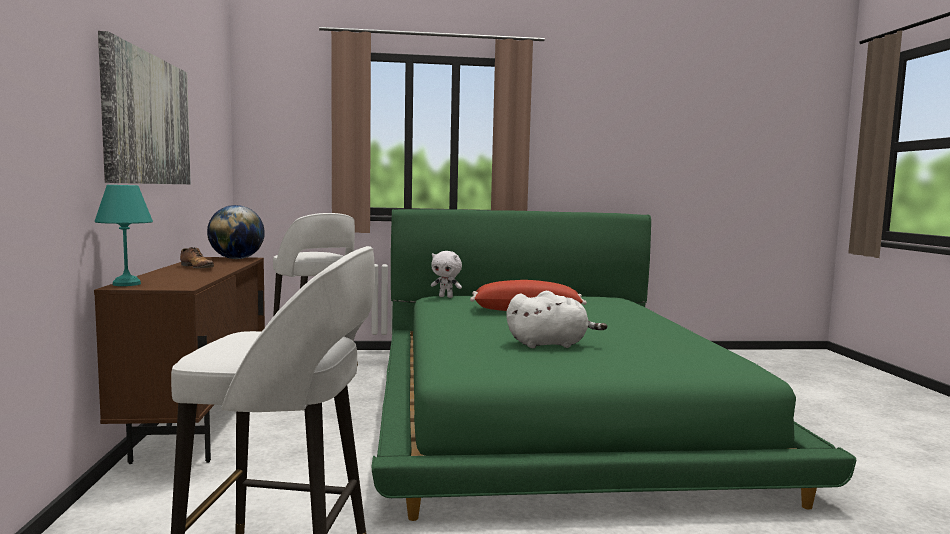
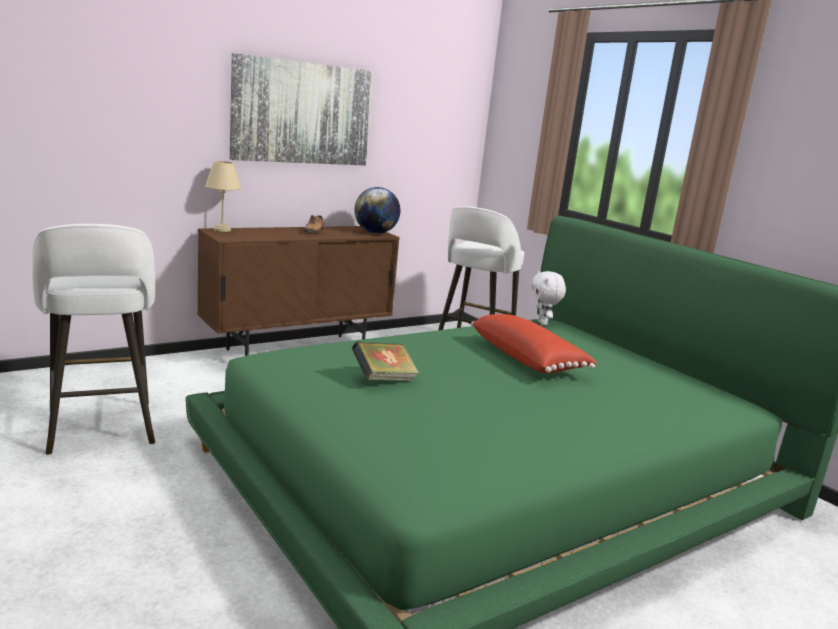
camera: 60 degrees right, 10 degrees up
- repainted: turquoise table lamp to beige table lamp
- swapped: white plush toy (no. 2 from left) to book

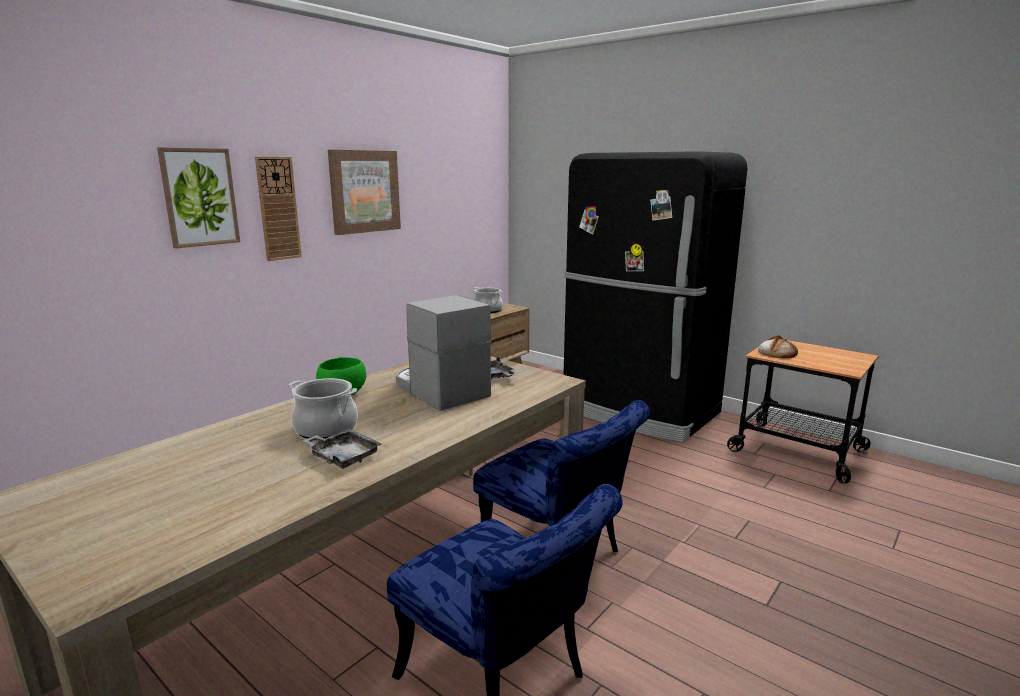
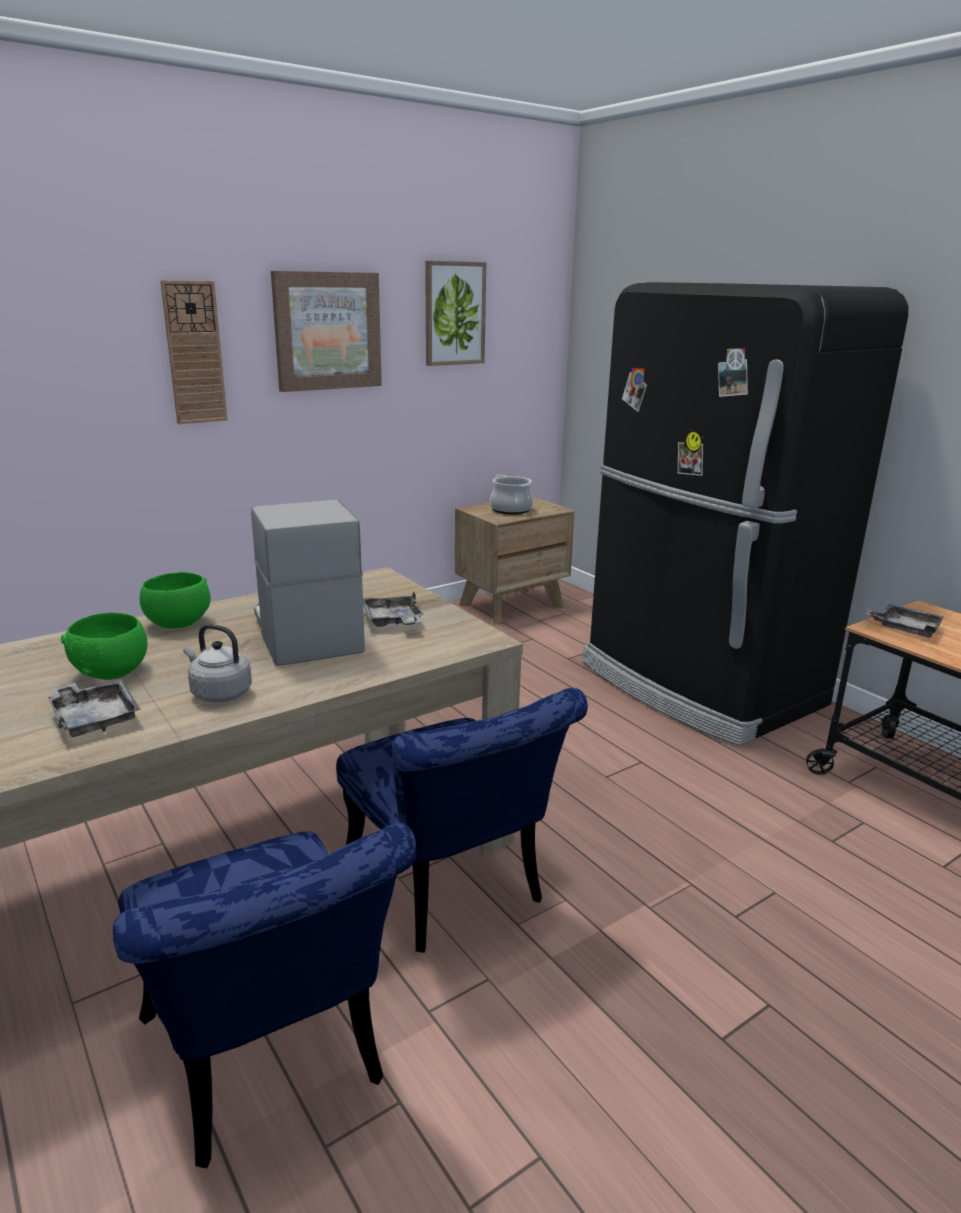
camera: 15 degrees right, 5 degrees up
- swapped: cooking pot (no. 1 from left) to green bowl (no. 1 from left)
- new: grey kettle
- shifted: picture (no. 1 from left in the first image) to picture (no. 2 from left)
- swapped: bread to grey tray (no. 3 from left)

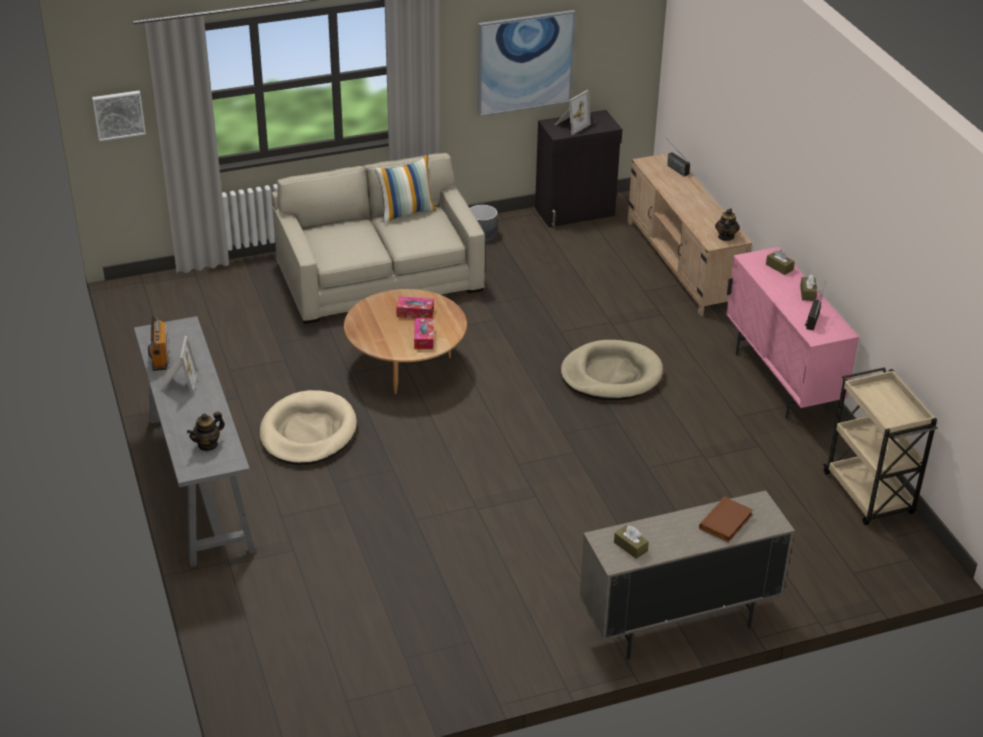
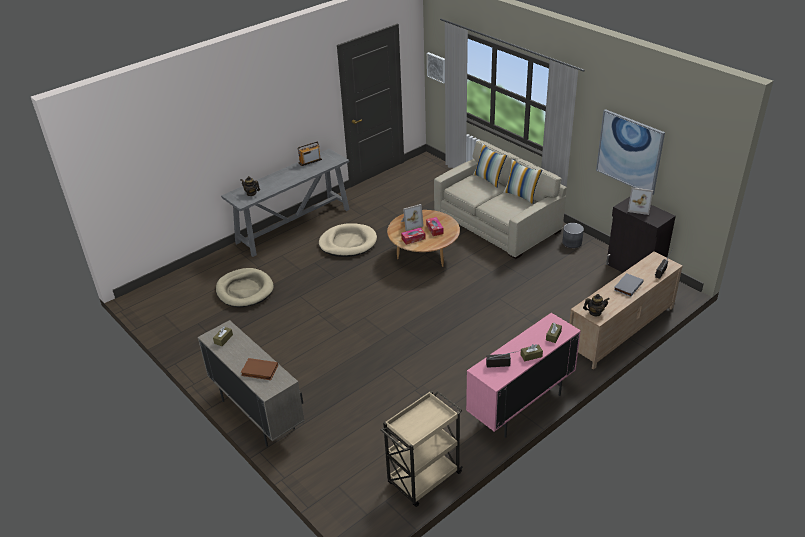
camera: 70 degrees right, 0 degrees up
- shifted: beige dog bed (no. 2 from left in the first image) to beige dog bed (no. 1 from left)
- shifted: picture frame (no. 1 from left)
- new: pillow (no. 1 from left)
- new: grey book

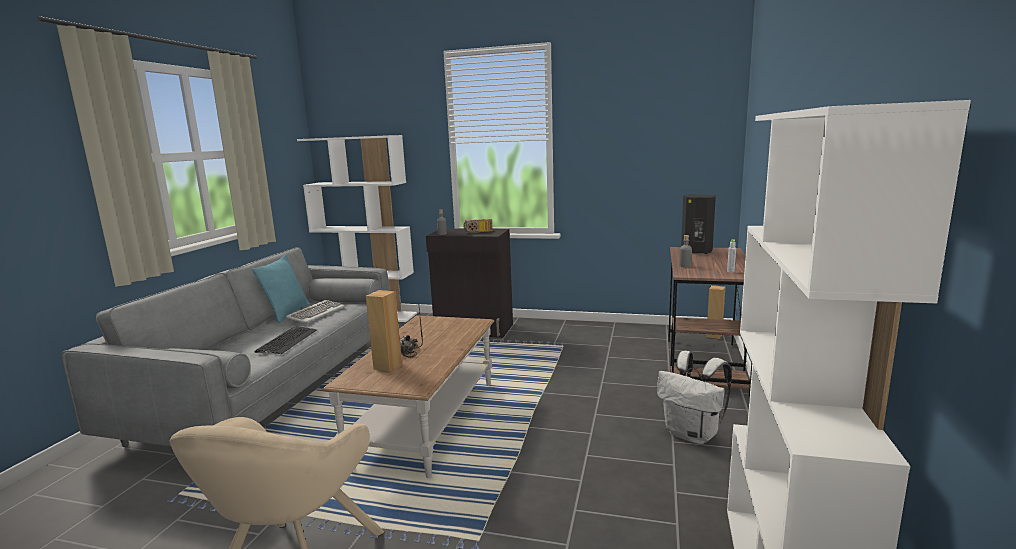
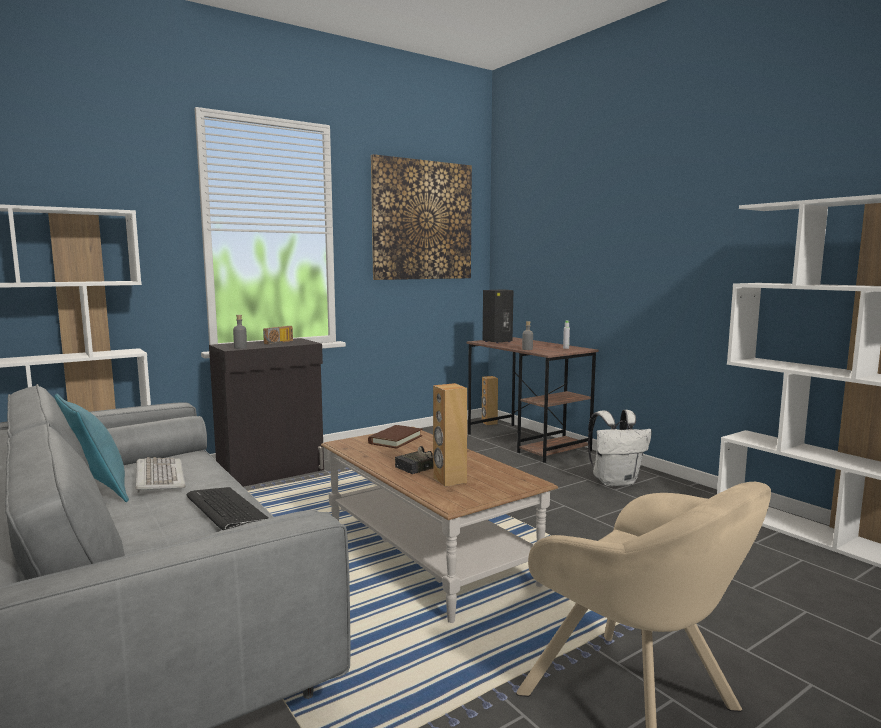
camera: 50 degrees left, 5 degrees down
- new: brown book
- new: picture

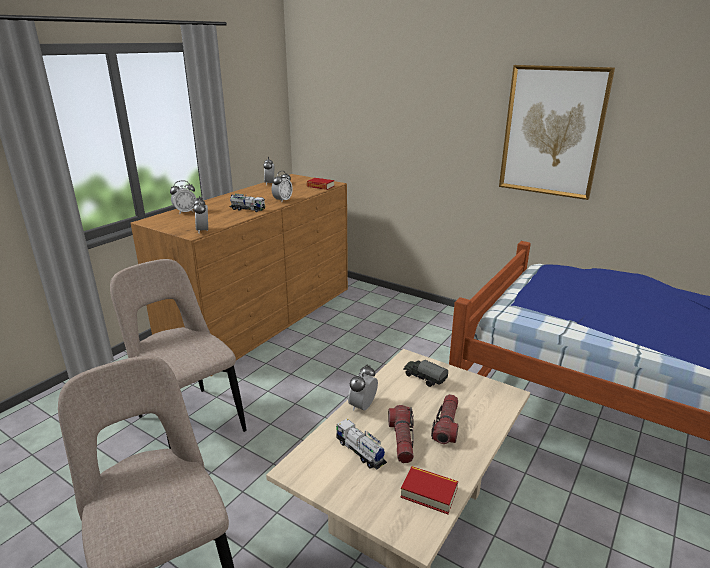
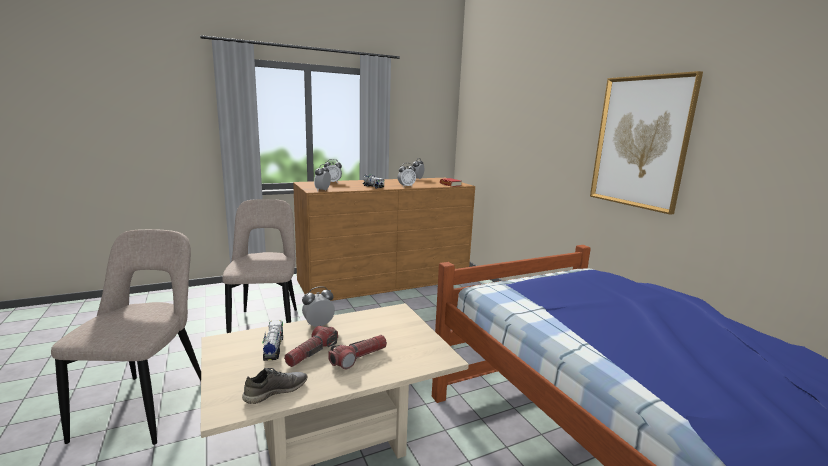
camera: 30 degrees right, 10 degrees down
- swapped: book (no. 2 from left) to grey shoe
- gone: toy truck (no. 3 from left)

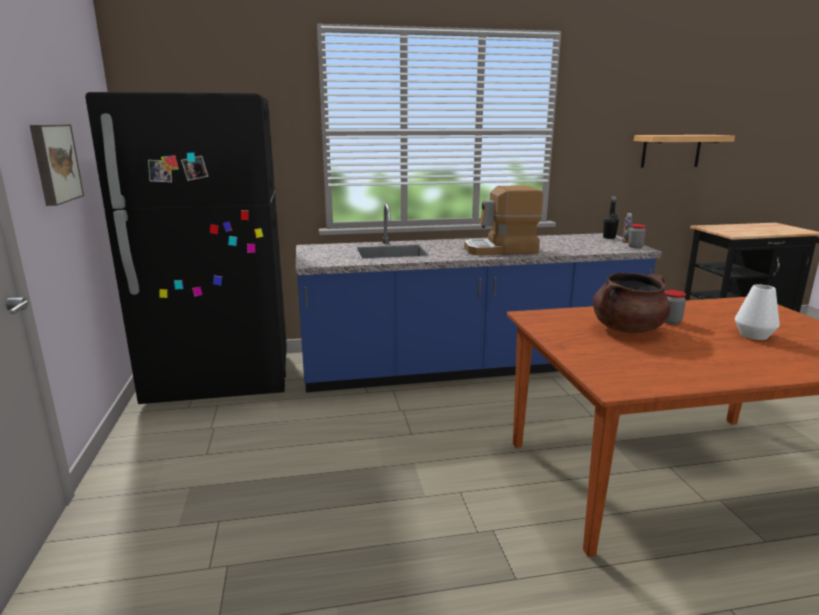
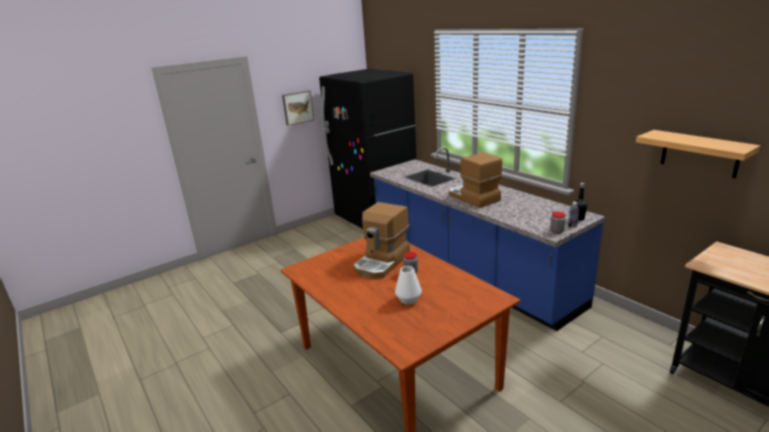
camera: 65 degrees right, 5 degrees up
- swapped: brown cooking pot to coffee machine (no. 1 from left)

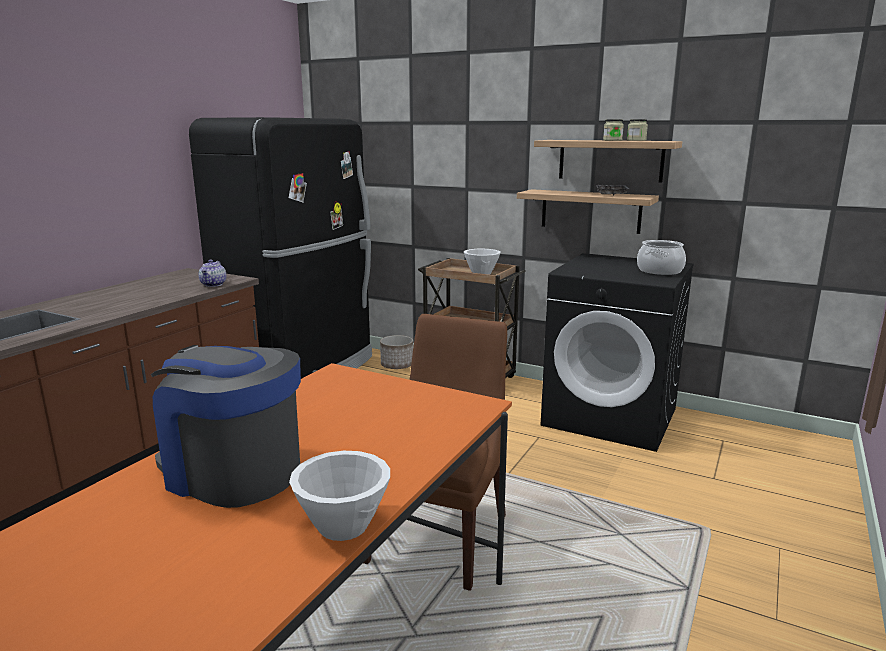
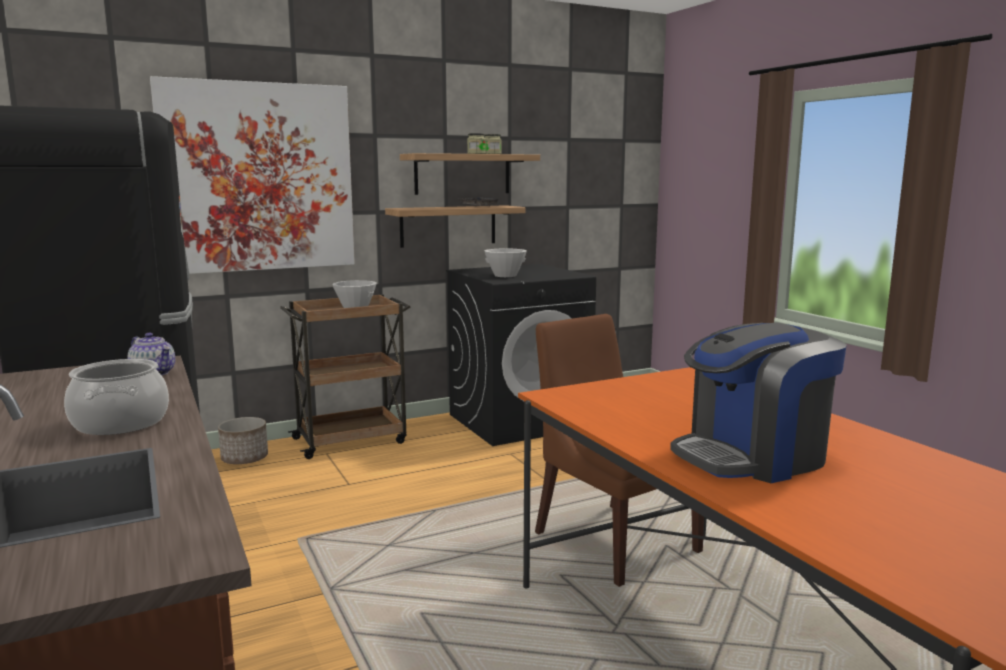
camera: 55 degrees left, 5 degrees down
- shifted: cooking pot
- new: picture
- shifted: white bowl (no. 1 from left in the first image) to white bowl (no. 2 from left)

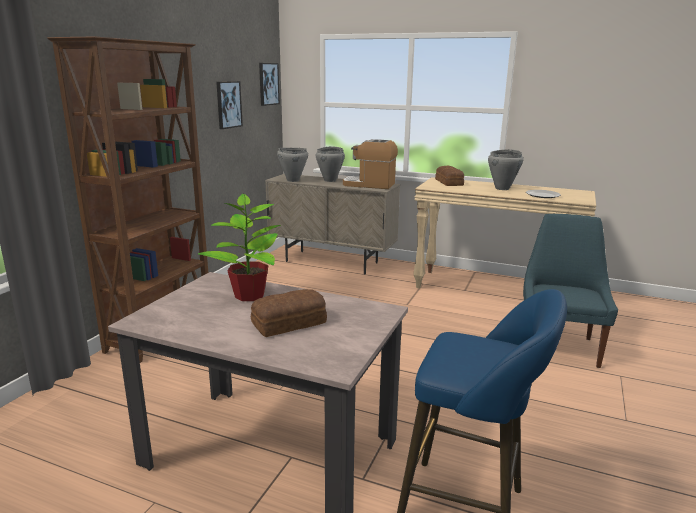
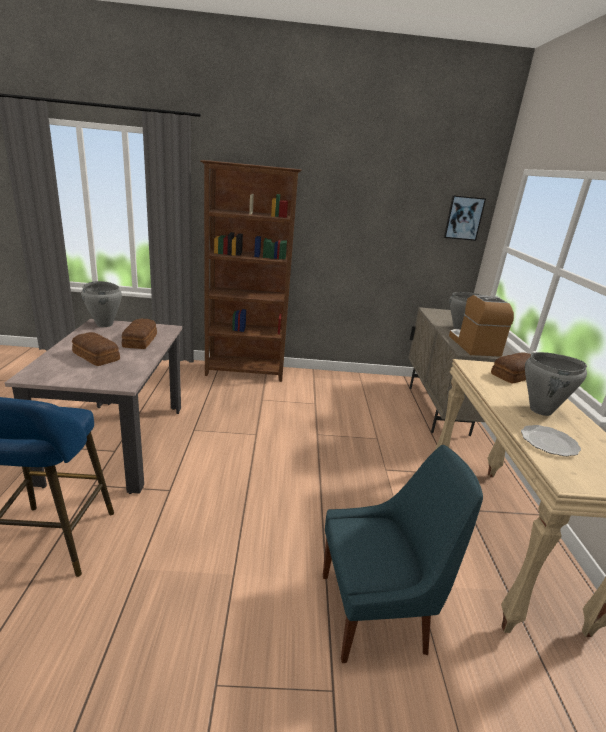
camera: 65 degrees right, 5 degrees up
- shifted: grey cooking pot (no. 1 from left)
- swapped: potted plant to bread (no. 2 from left)
- gone: picture (no. 1 from left)

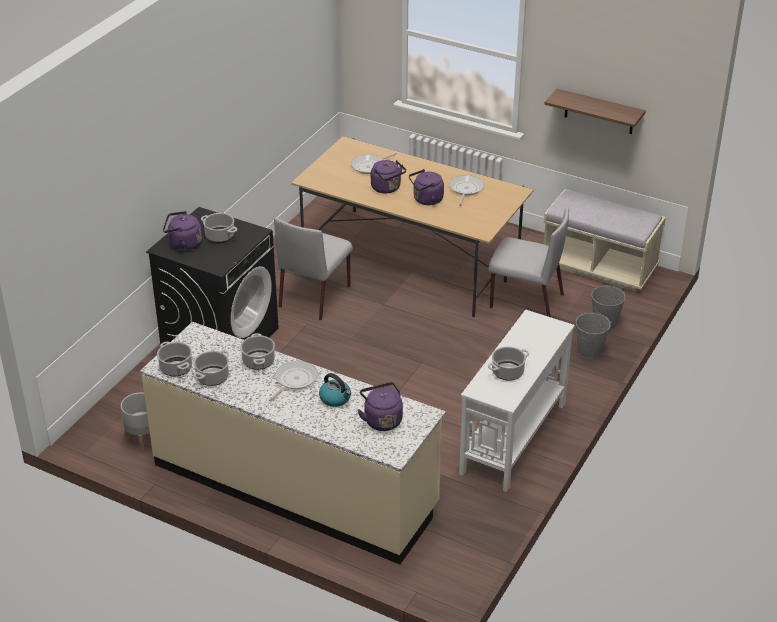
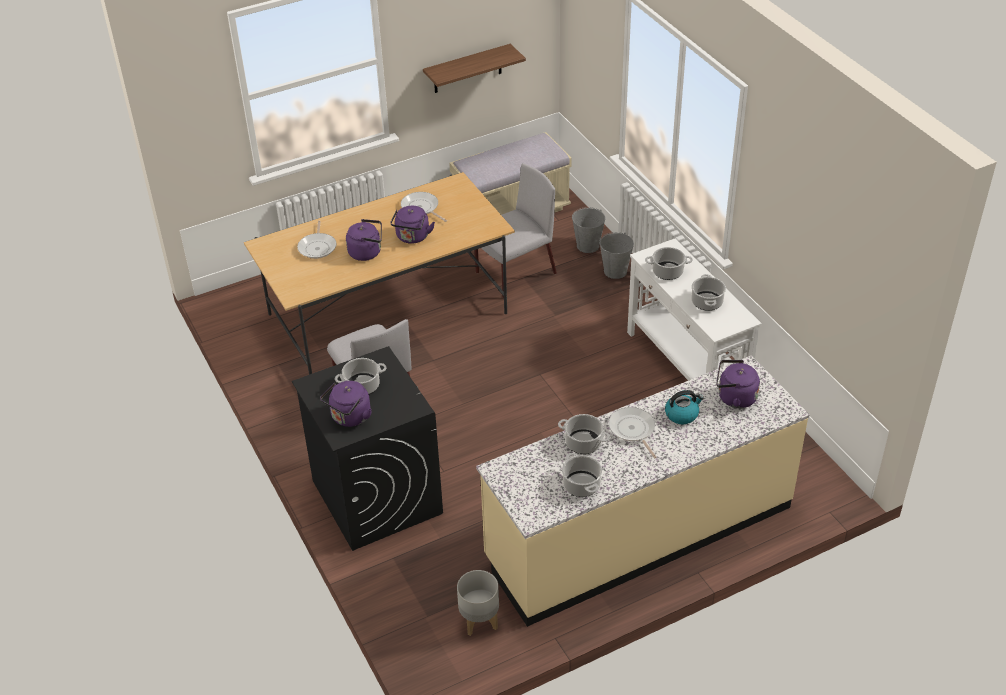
camera: 55 degrees left, 5 degrees up
- shifted: cooking pot (no. 1 from left in the first image) to cooking pot (no. 4 from left)

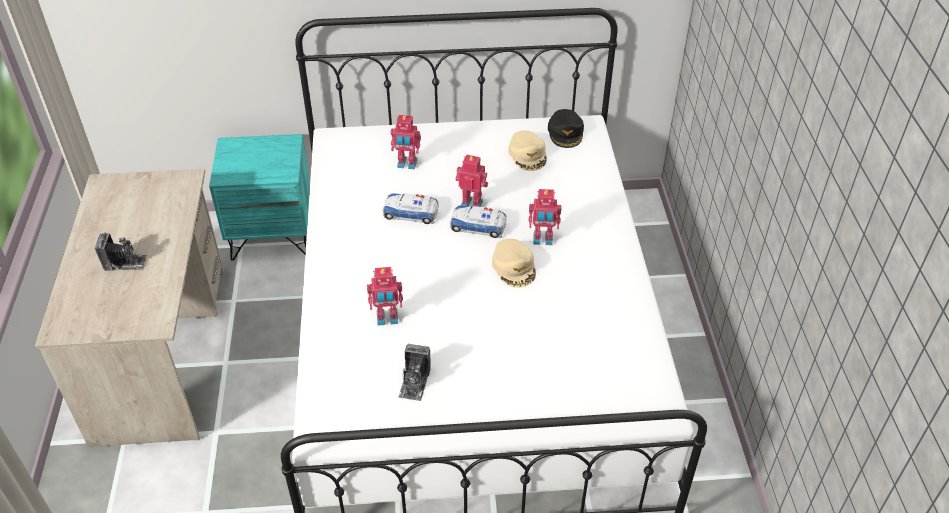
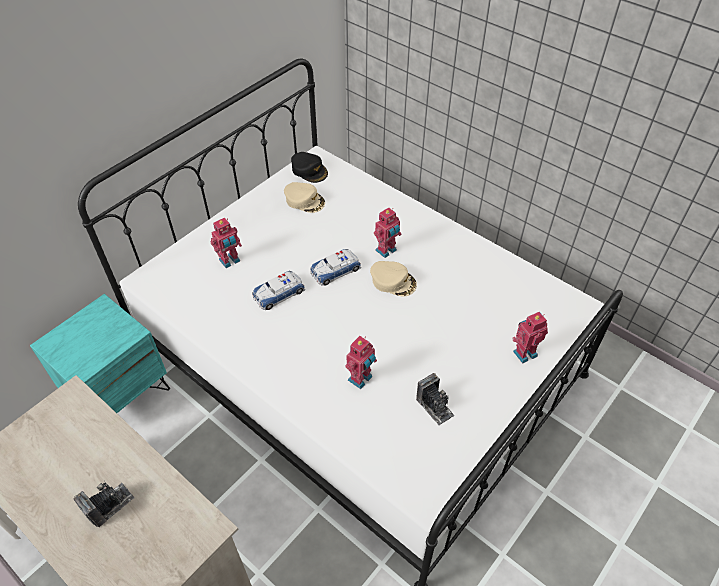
camera: 45 degrees left, 5 degrees up
- shifted: toy robot (no. 3 from left in the first image) to toy robot (no. 4 from left)

